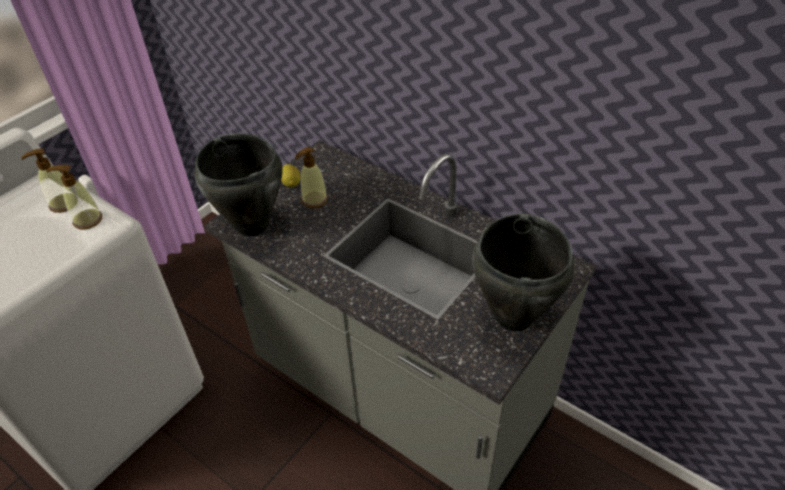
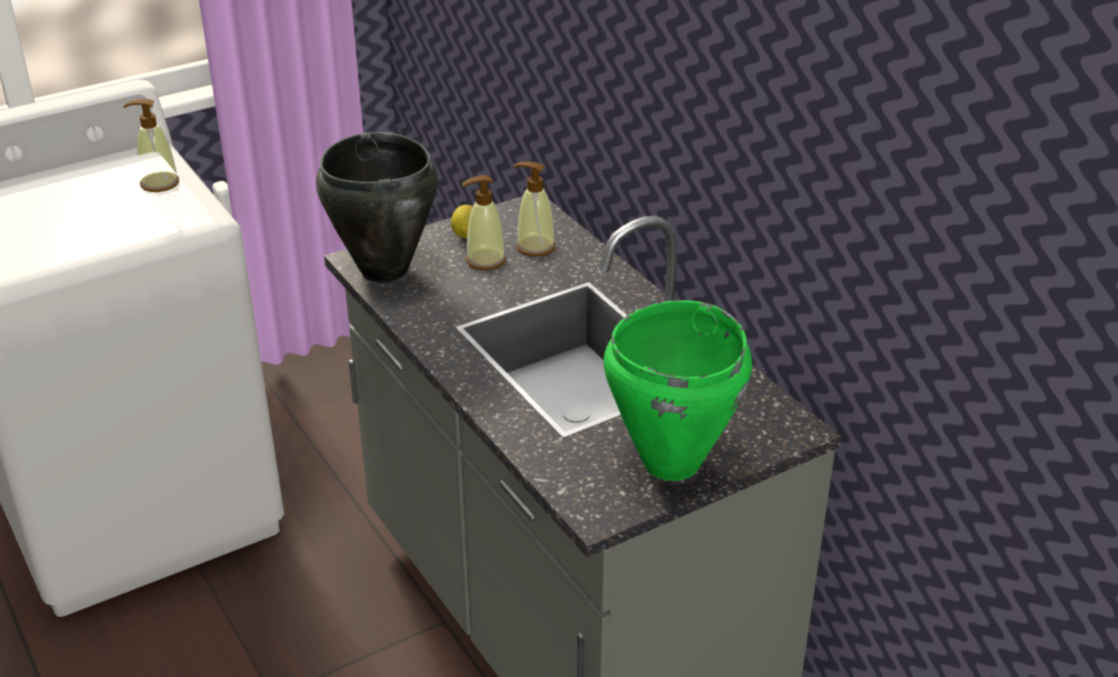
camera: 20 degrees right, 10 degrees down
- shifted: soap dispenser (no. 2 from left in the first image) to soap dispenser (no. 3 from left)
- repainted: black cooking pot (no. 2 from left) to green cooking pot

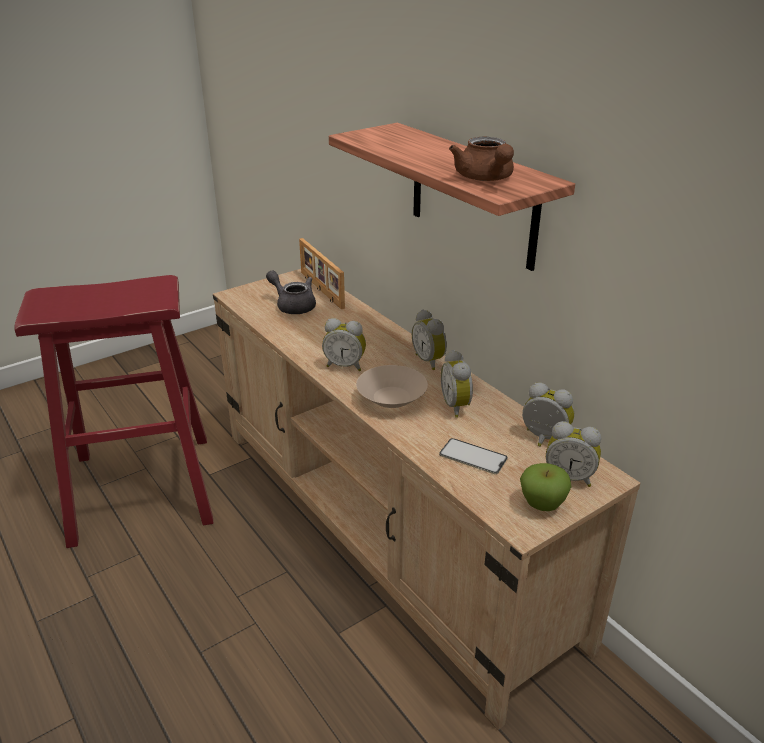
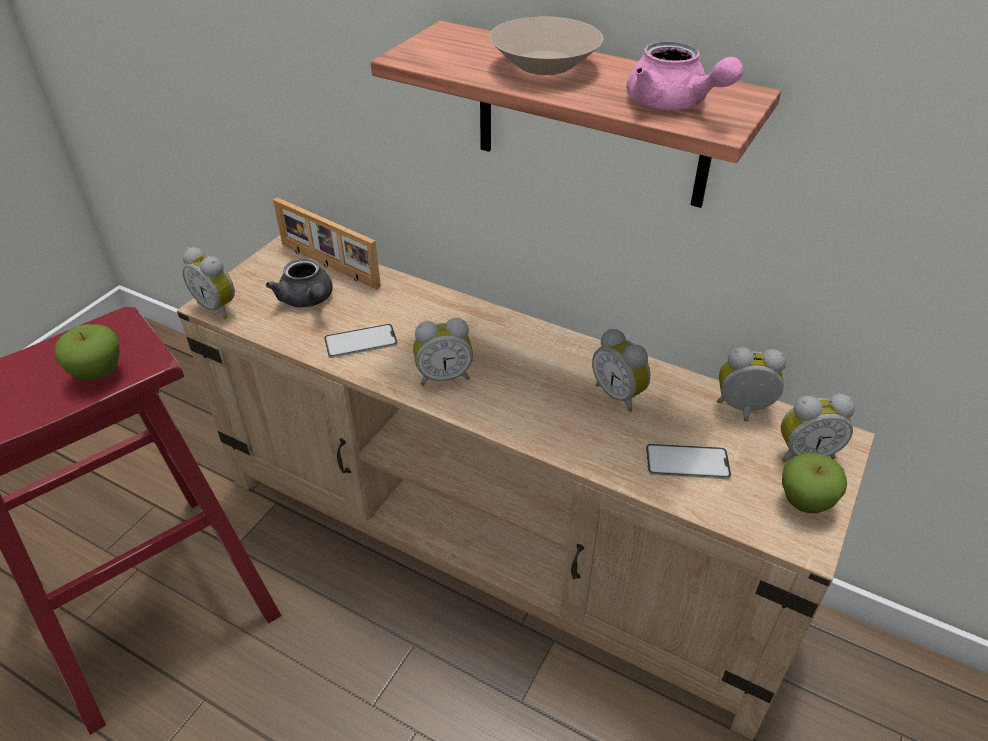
camera: 25 degrees left, 10 degrees up
- new: apple (no. 1 from left)
- shifted: alarm clock (no. 2 from left in the first image) to alarm clock (no. 1 from left)
- rotated: grey teapot 135 degrees counterclockwise
- new: phone (no. 1 from left)
- shifted: beige bowl
- repainted: brown teapot to pink teapot

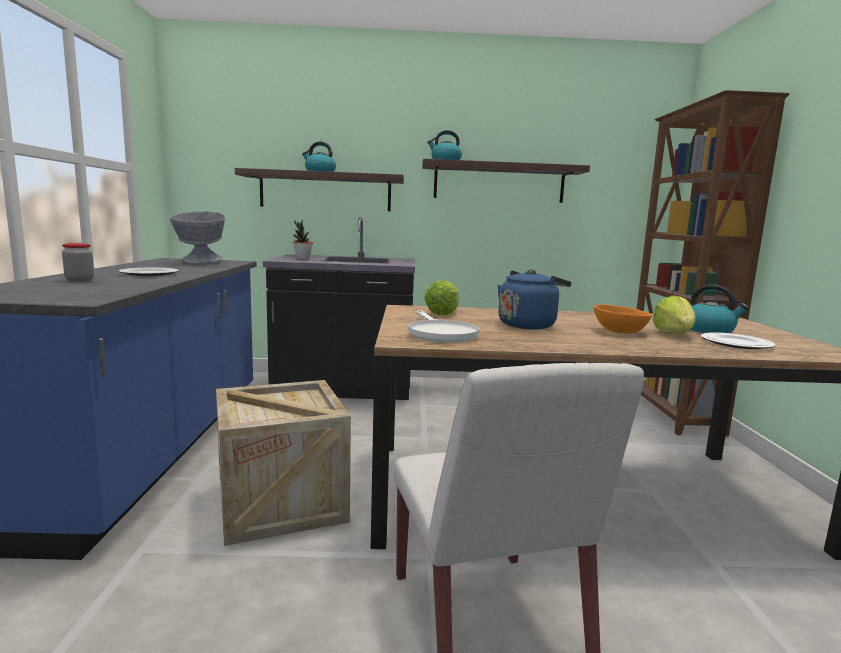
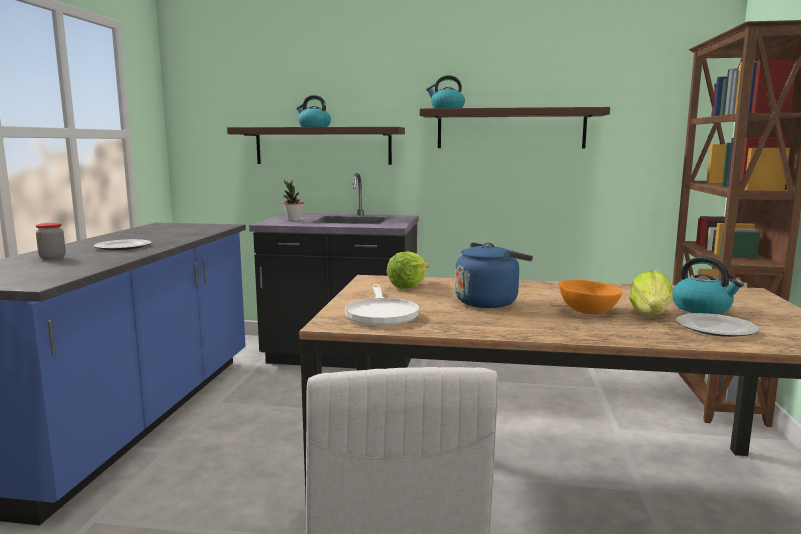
camera: 10 degrees right, 0 degrees up
- gone: grey bowl
- gone: crate

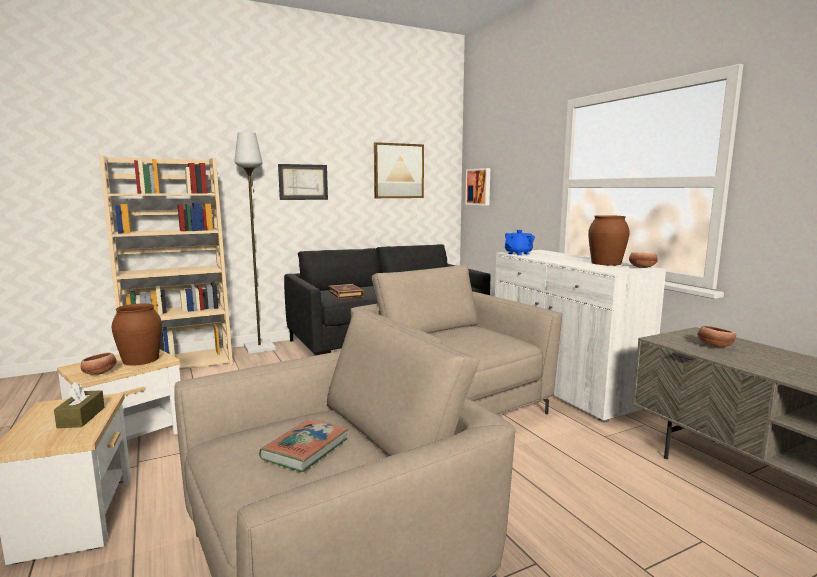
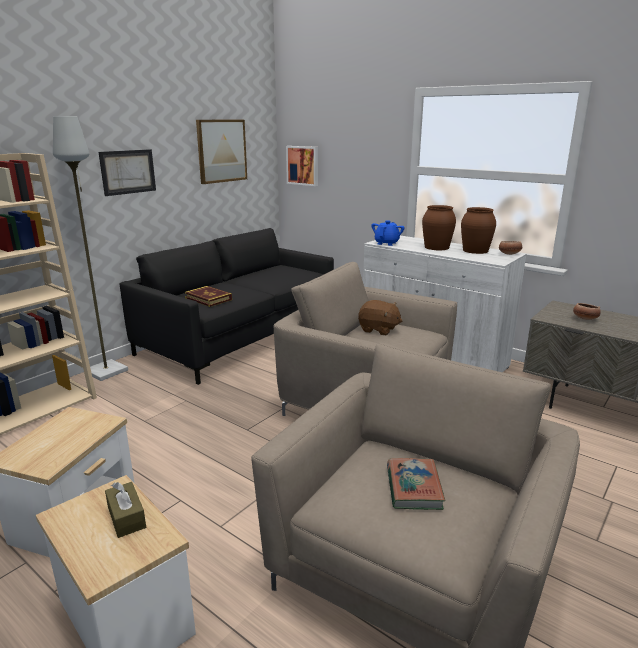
camera: 25 degrees left, 10 degrees up
- new: brown plush toy
- shifted: brown vase (no. 1 from left)
- gone: bowl (no. 1 from left)

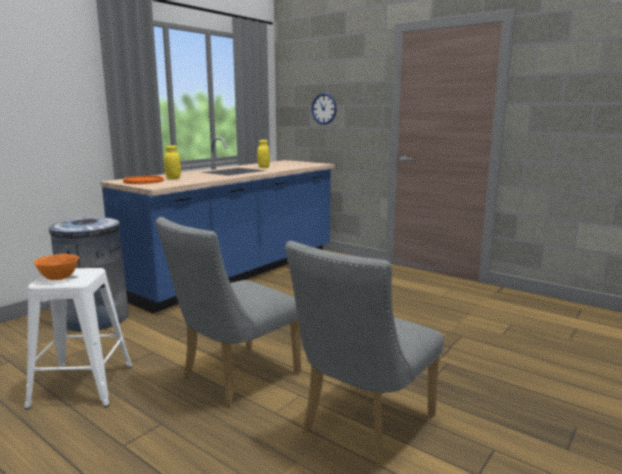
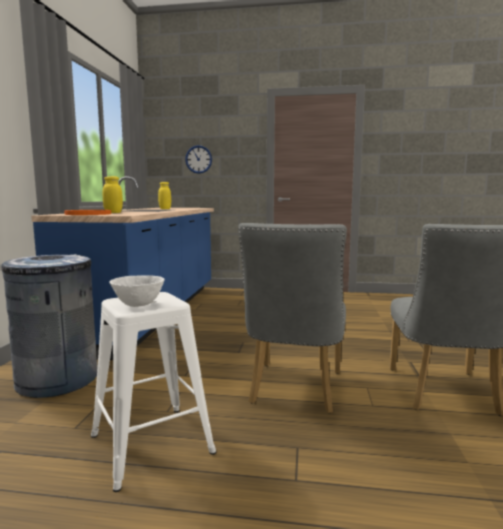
camera: 30 degrees left, 5 degrees down
- repainted: orange bowl to white bowl

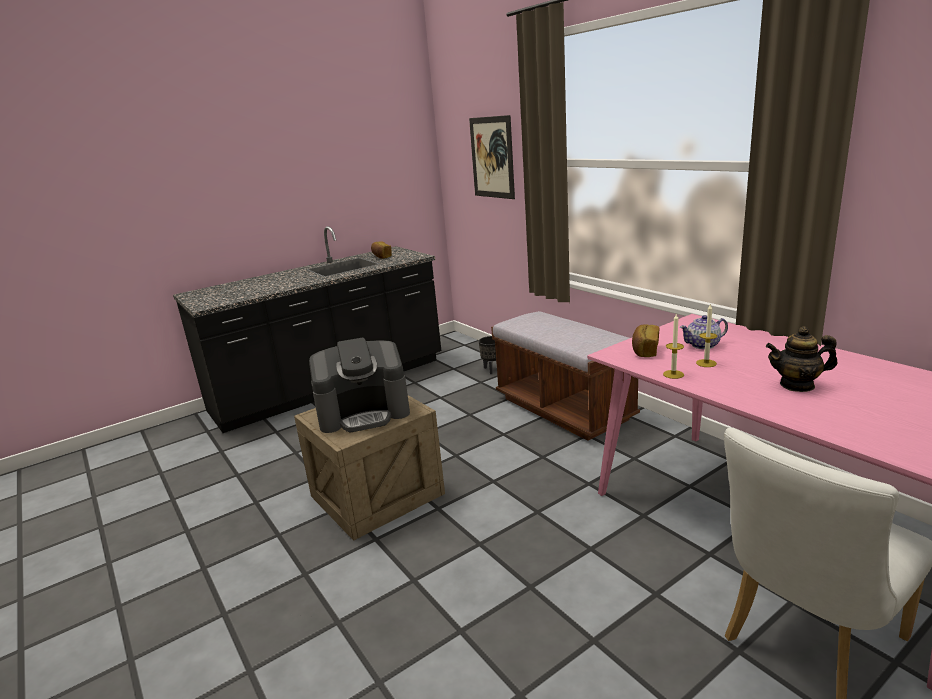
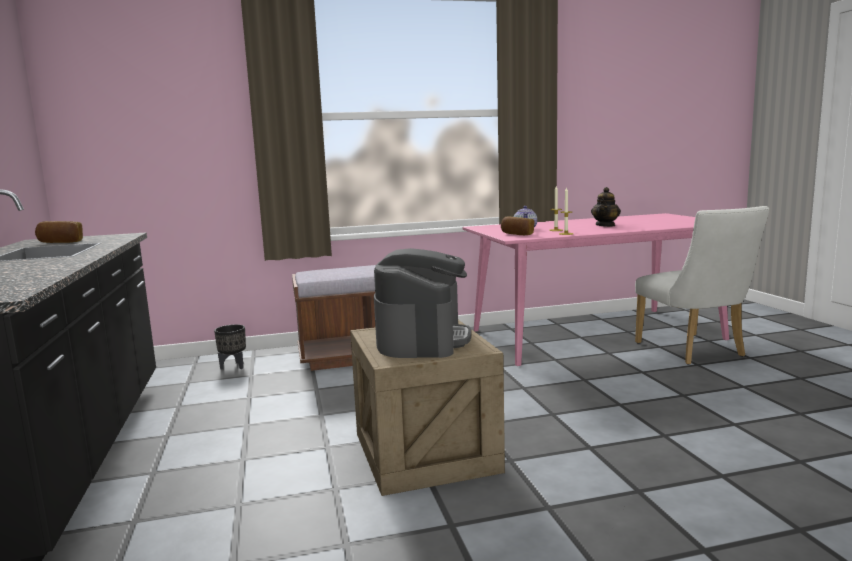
camera: 70 degrees left, 10 degrees down
- gone: picture

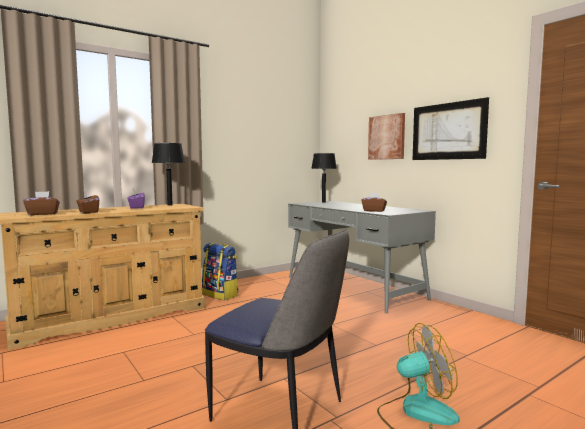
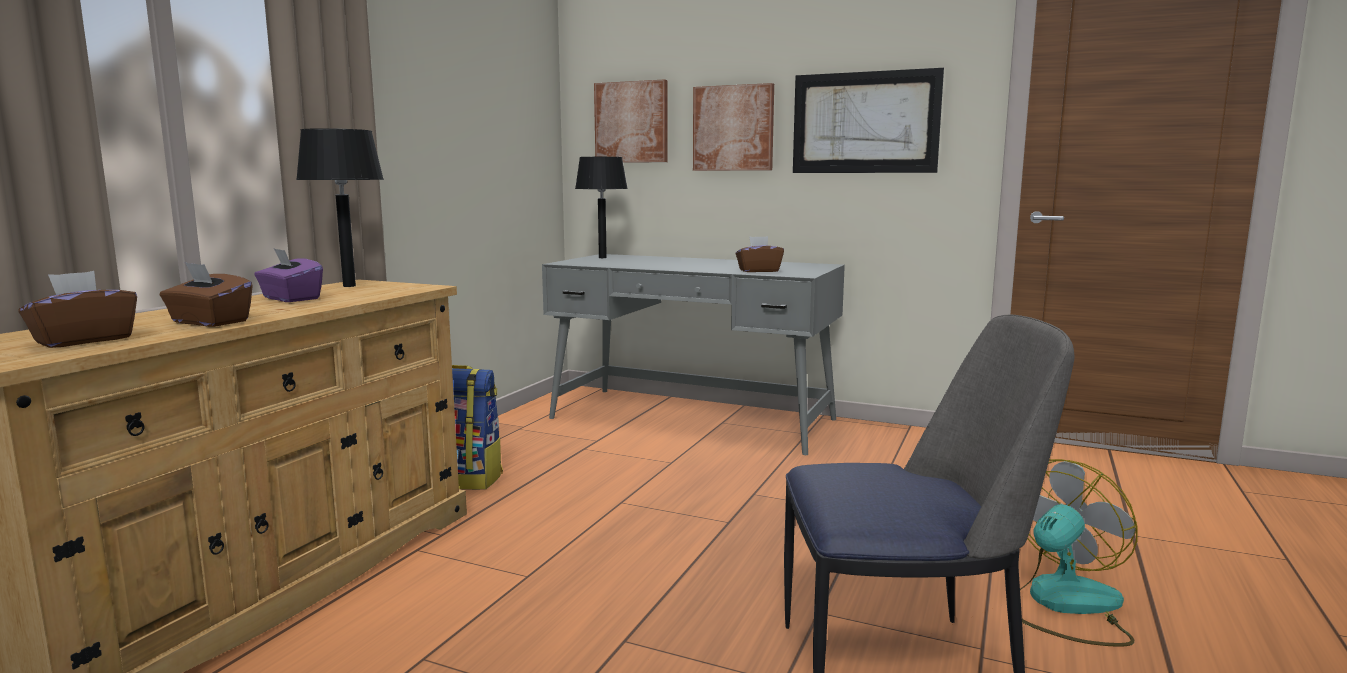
camera: 30 degrees left, 5 degrees up
- new: picture (no. 1 from left)

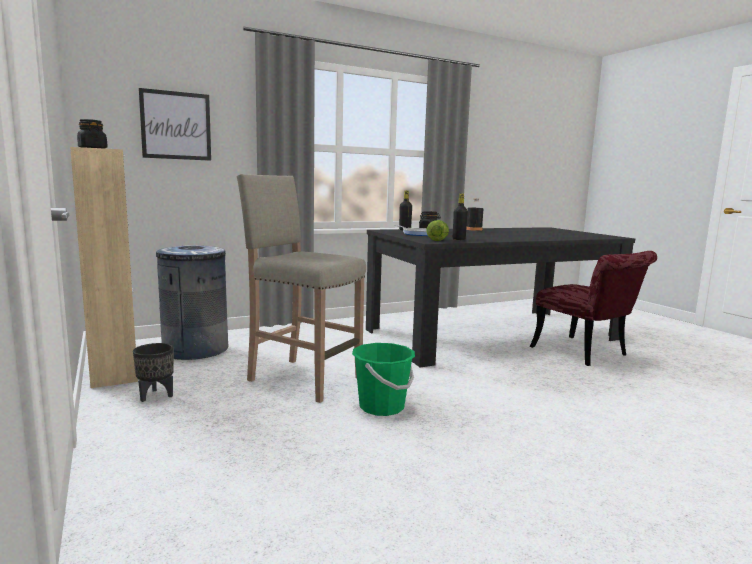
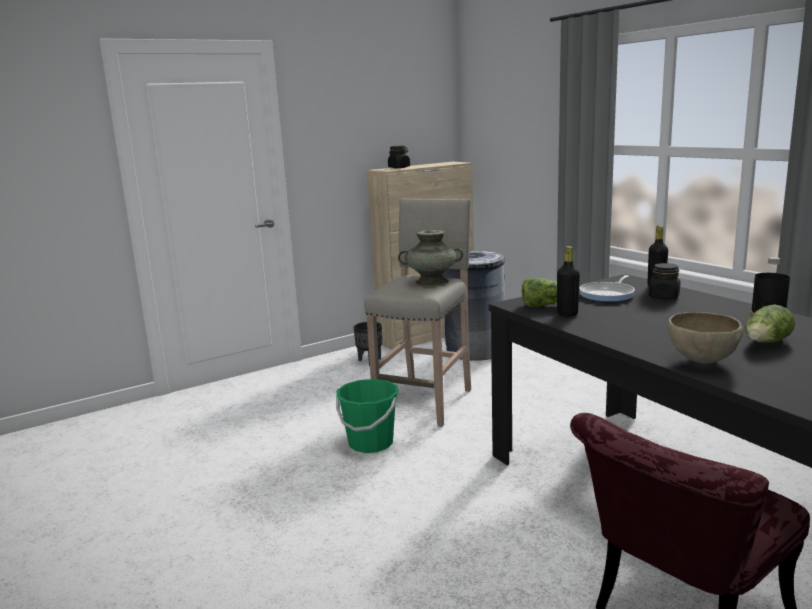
camera: 85 degrees right, 5 degrees up
- new: turquoise vase
- new: brown bowl
- new: lettuce (no. 2 from left)
- gone: picture

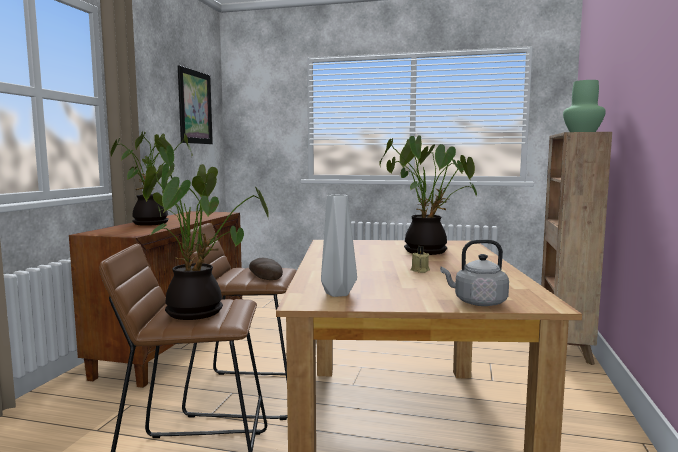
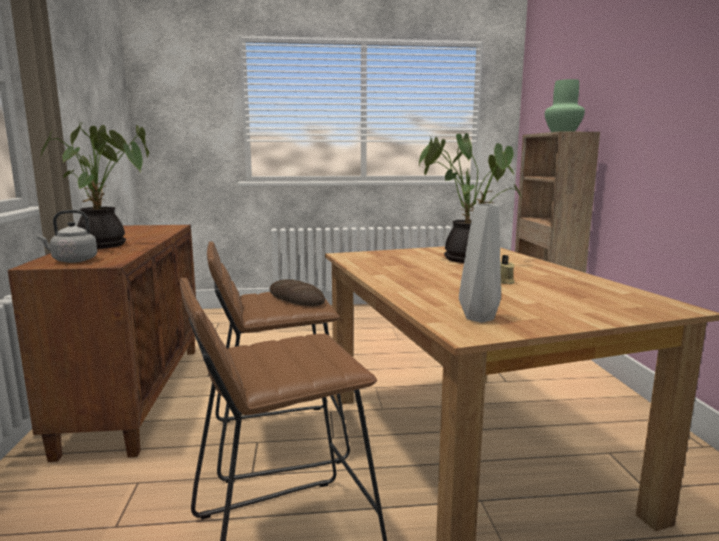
camera: 20 degrees left, 5 degrees up
- shifted: grey kettle
- gone: potted plant (no. 2 from left)
- gone: picture

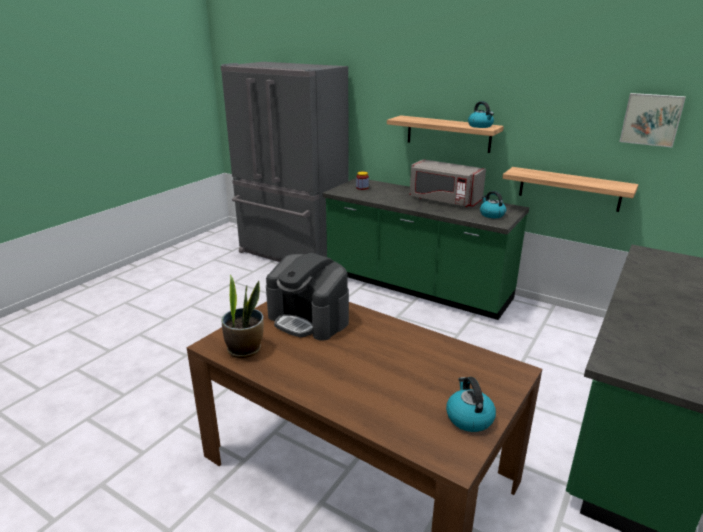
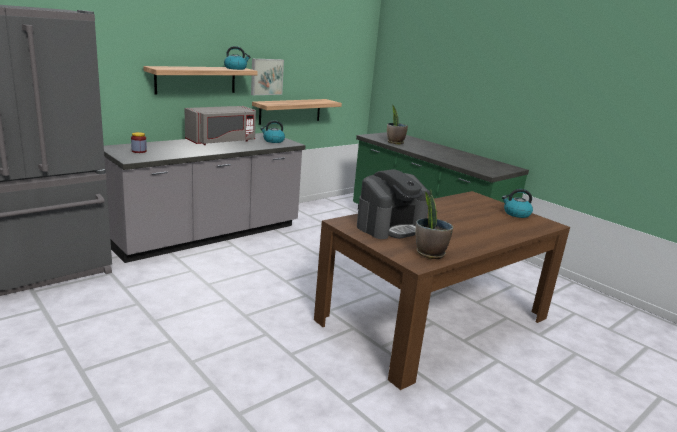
camera: 75 degrees left, 5 degrees down
- repainted: green counter (no. 1 from left) to grey counter
- shifted: picture
- new: potted plant (no. 1 from left)

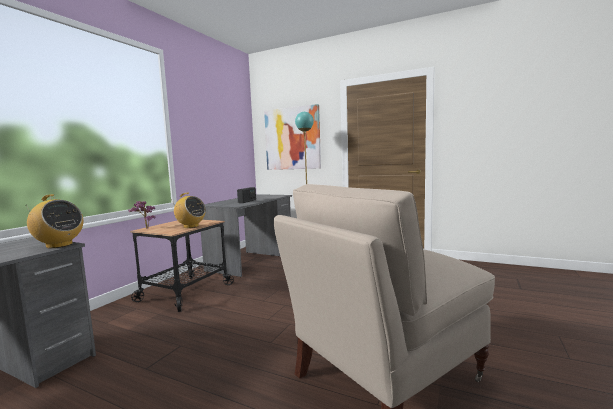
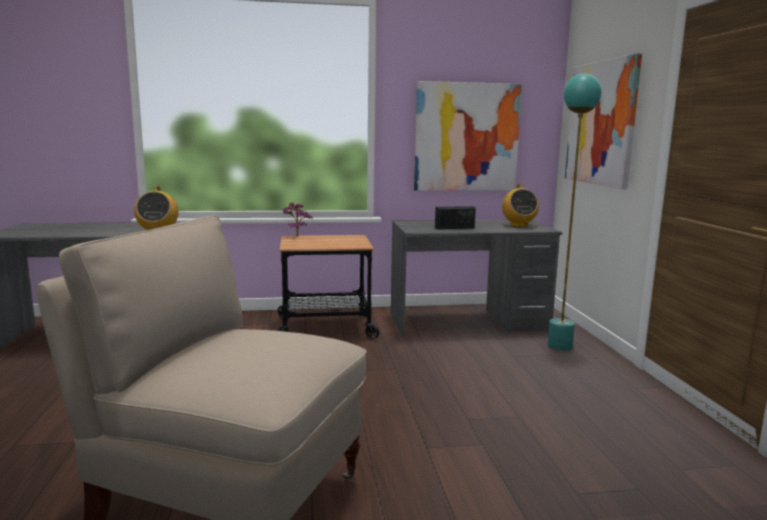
camera: 55 degrees right, 5 degrees up
- new: picture (no. 1 from left)
- shifted: radio (no. 2 from left in the first image) to radio (no. 3 from left)

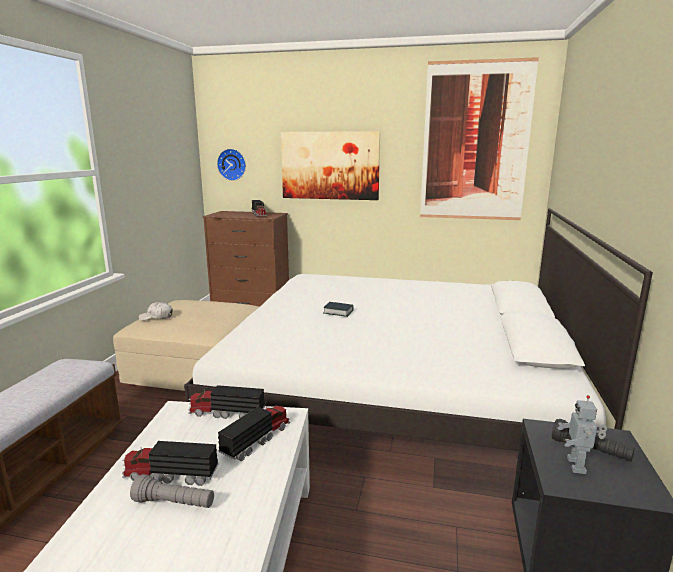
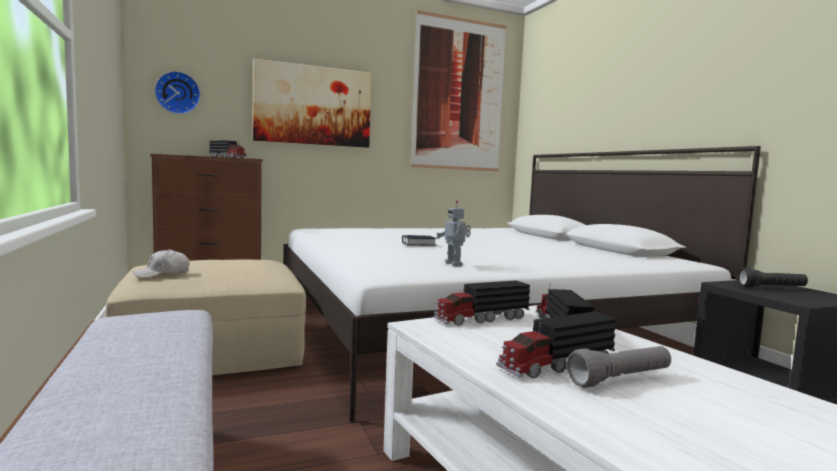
camera: 35 degrees left, 10 degrees down
- shifted: toy robot

